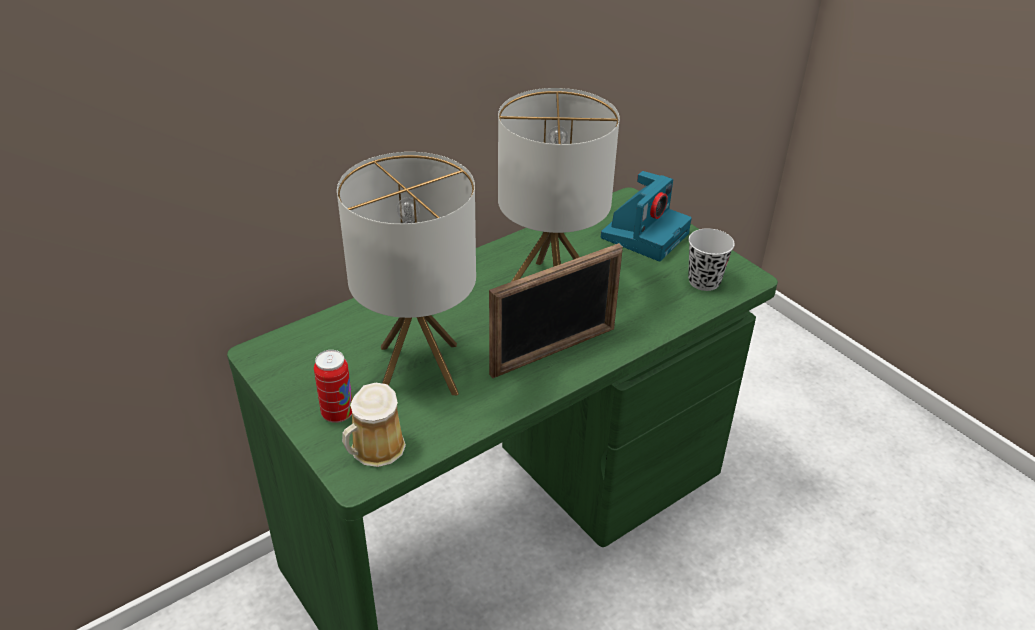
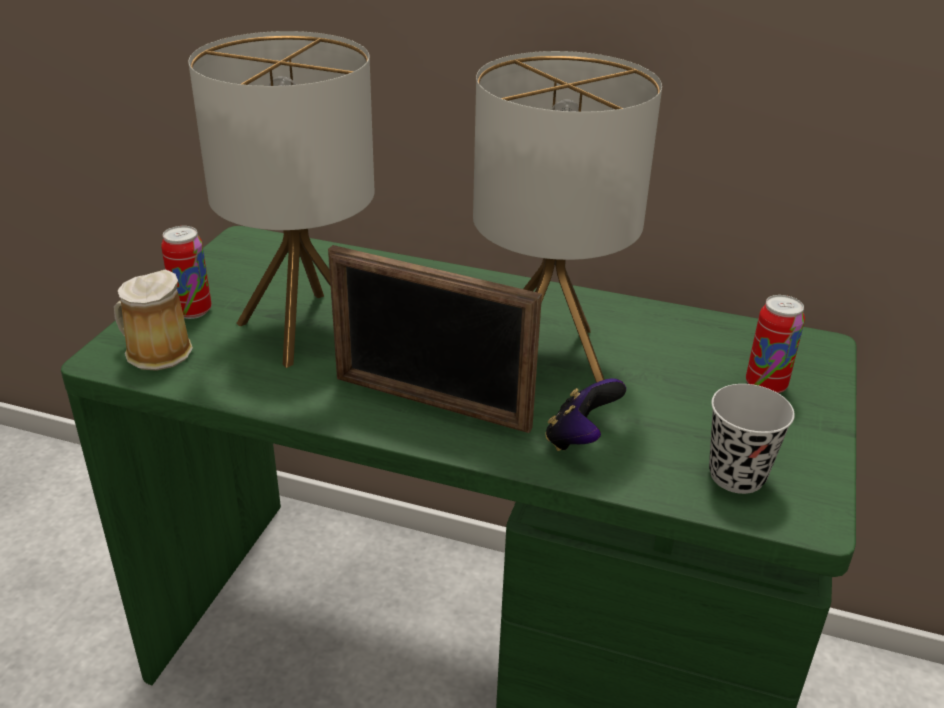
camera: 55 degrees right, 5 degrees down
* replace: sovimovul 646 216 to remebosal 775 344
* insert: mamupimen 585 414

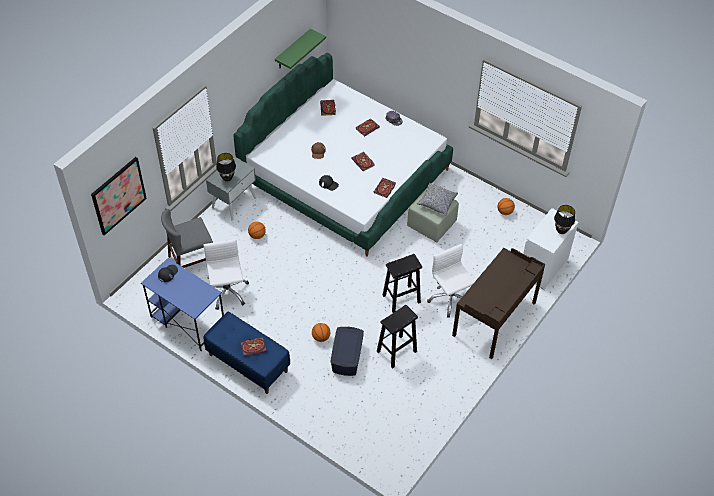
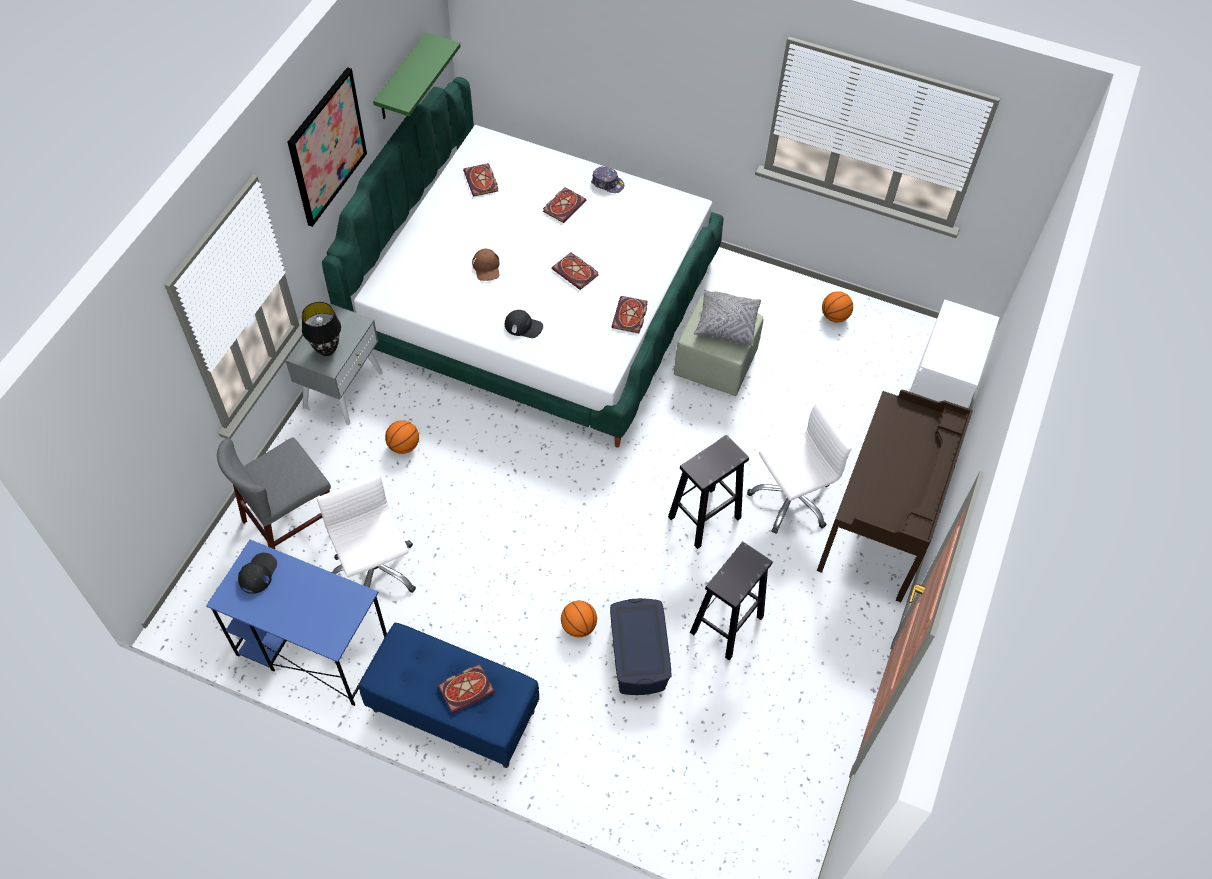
camera: 15 degrees left, 5 degrees up
* move: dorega 119 196 to 327 147
* delete: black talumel 564 219
* rotate: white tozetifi 451 281 = 799 467 105 degrees clockwise

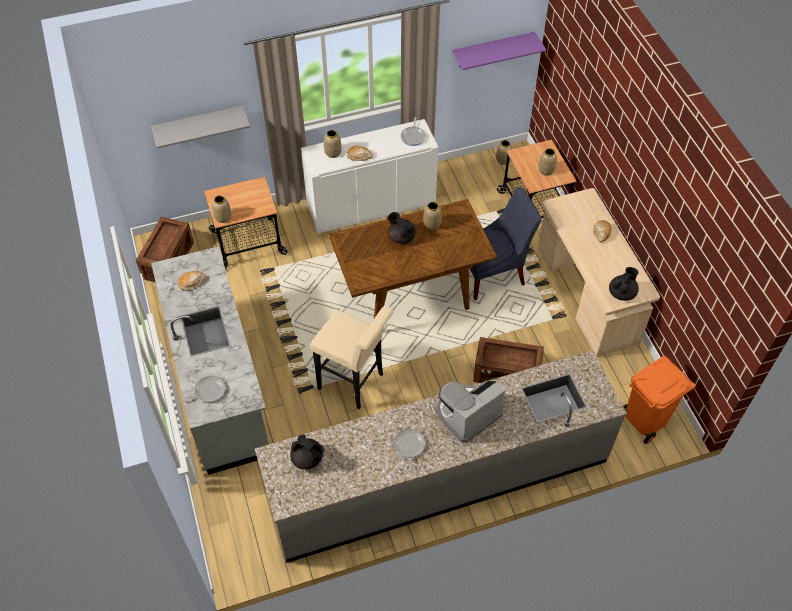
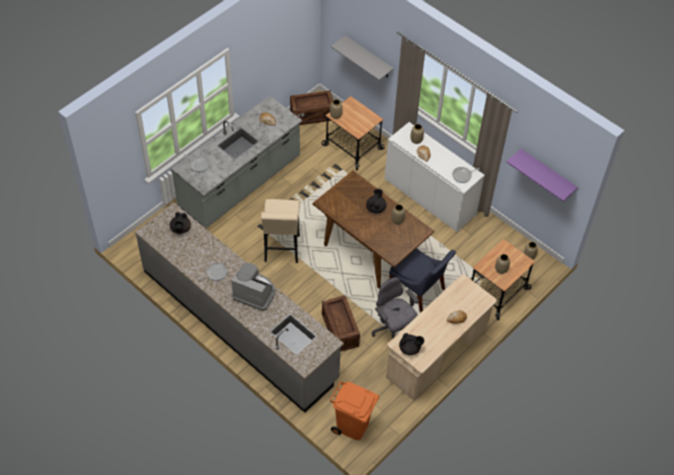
camera: 60 degrees right, 0 degrees up
* insert: grey tozetifi 395 308

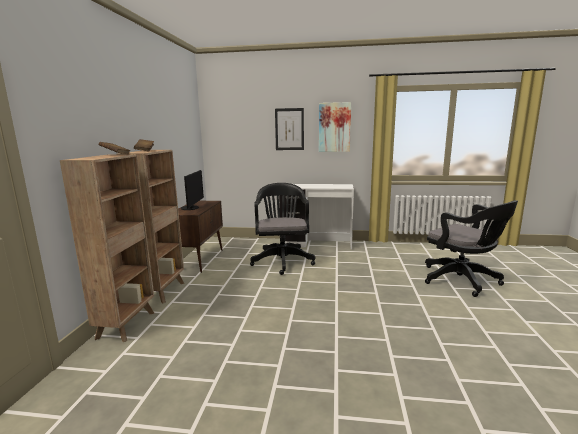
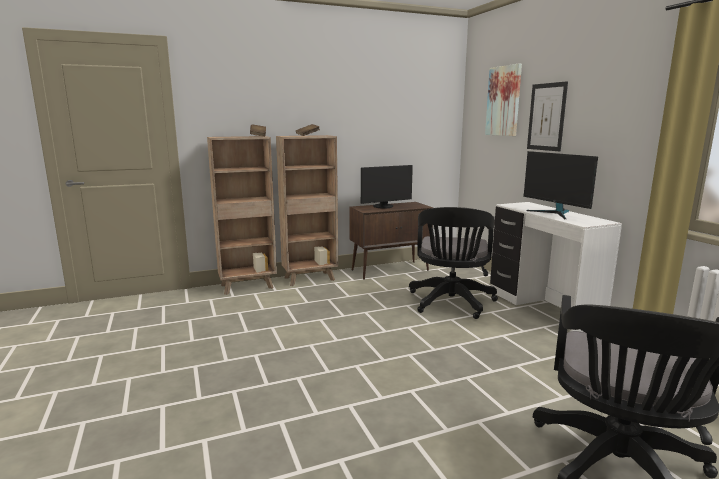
camera: 60 degrees right, 0 degrees up
* move: dorega 335 127 to 503 100
* rotate: black tozetifi 282 229 = 453 263 135 degrees clockwise
* insert: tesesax 560 185

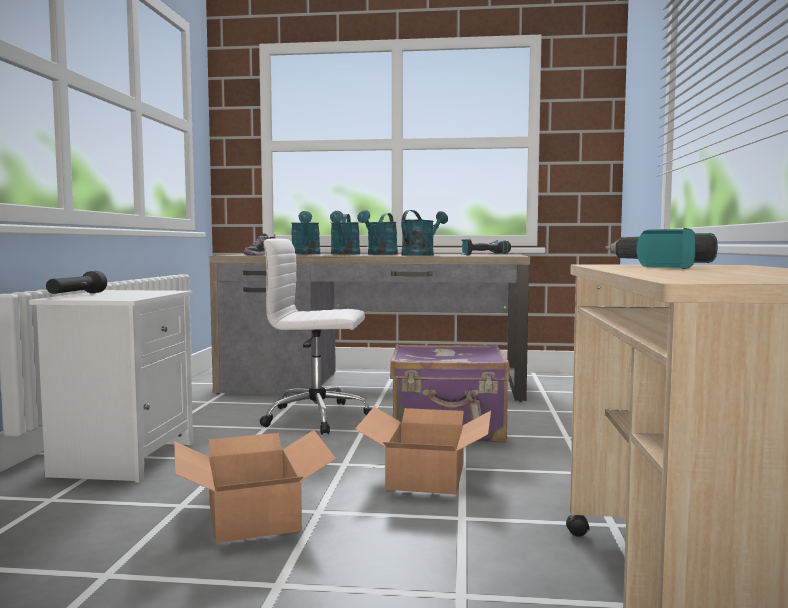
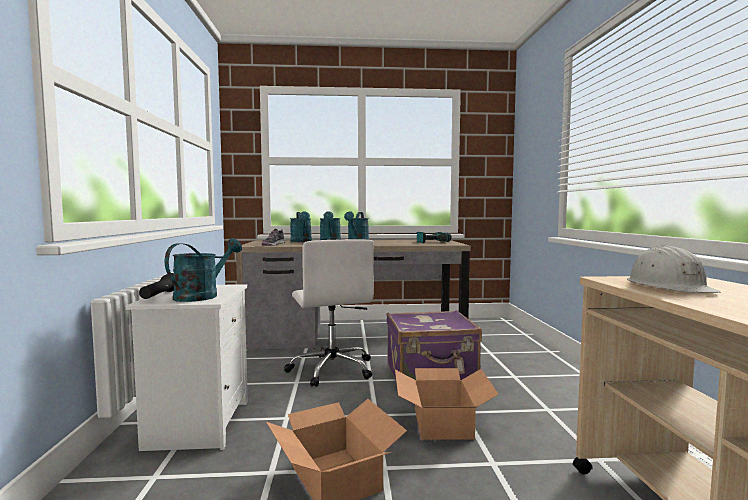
camera: 10 degrees left, 0 degrees up
* move: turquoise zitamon 424 233 to 203 270
* replace: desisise 661 248 to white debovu 673 269
* rotate: white tozetifi 315 336 = 329 313 105 degrees counterclockwise

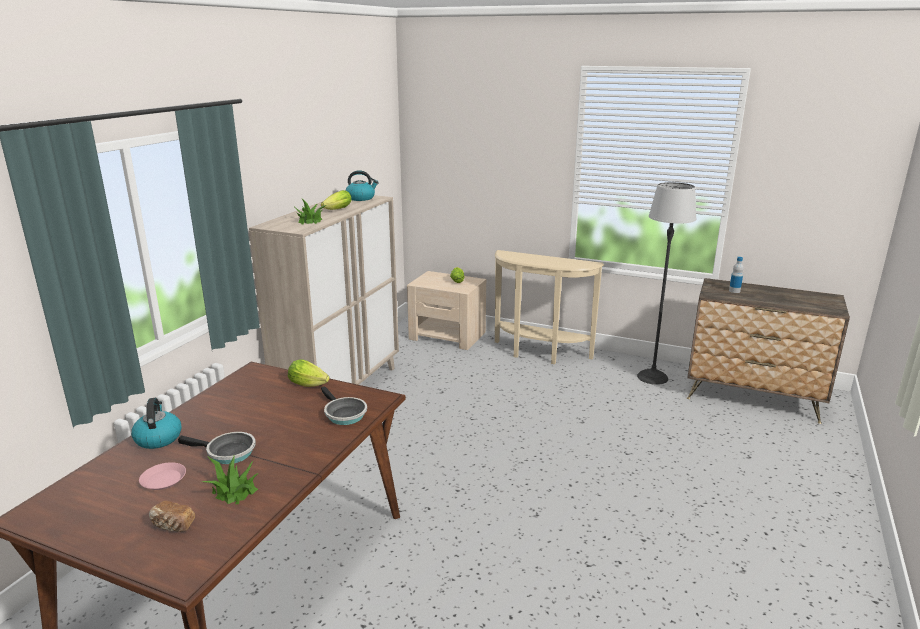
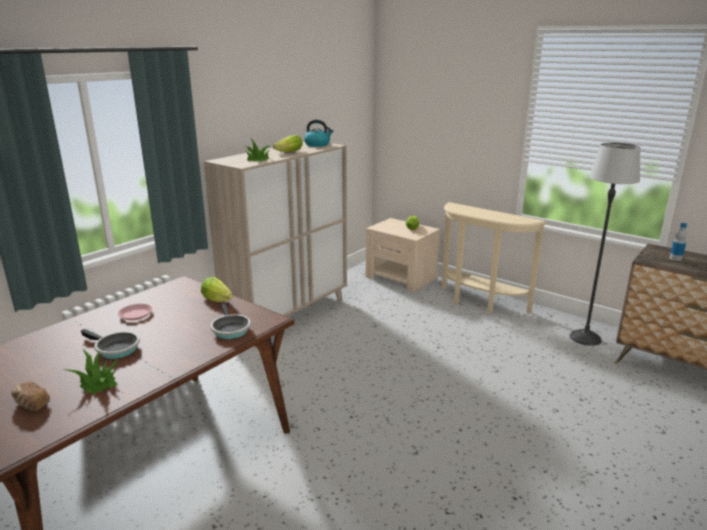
camera: 15 degrees right, 0 degrees up
* delete: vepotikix 156 423
* move: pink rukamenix 162 476 to 135 312

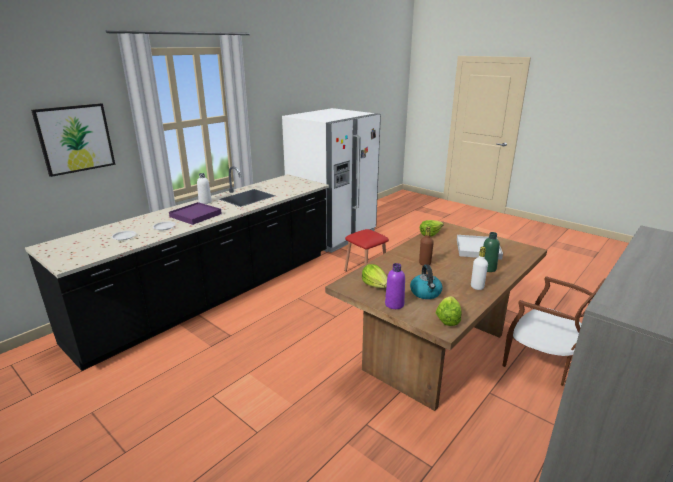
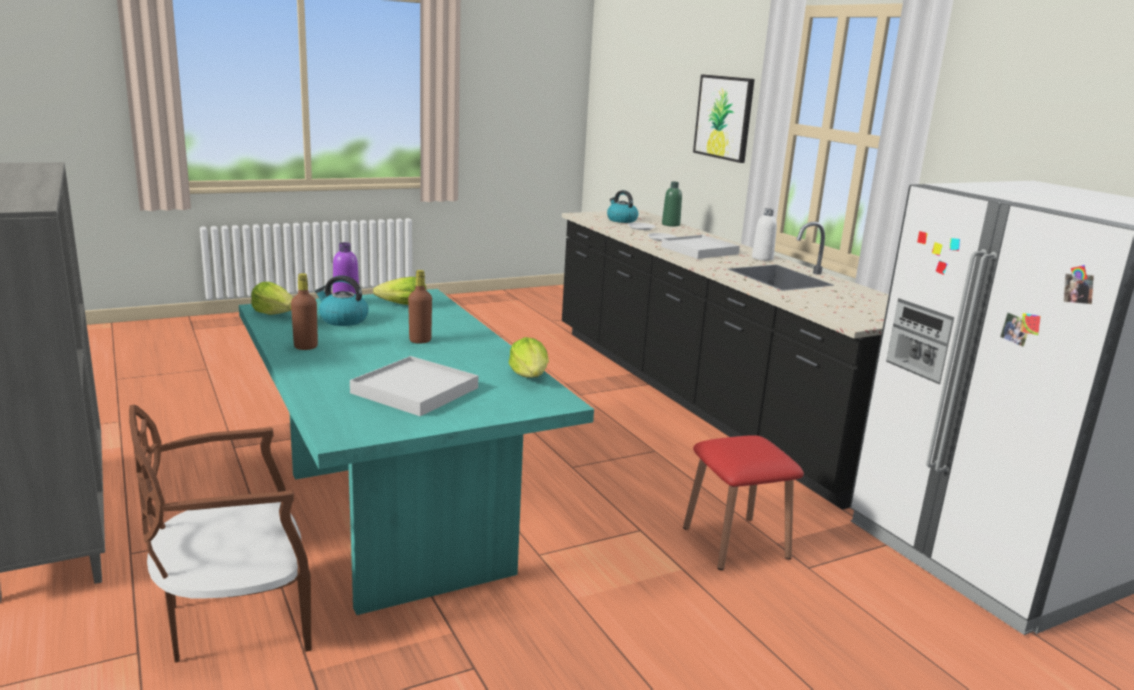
camera: 110 degrees right, 5 degrees down
* recolor: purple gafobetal 195 213 to white gafobetal 700 247
* recolor: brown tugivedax 436 316 to turquoise tugivedax 416 452
* move: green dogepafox 491 252 to 672 204
* recolor: white dogepafox 479 268 to brown dogepafox 304 311
* insert: vepotikix 622 206

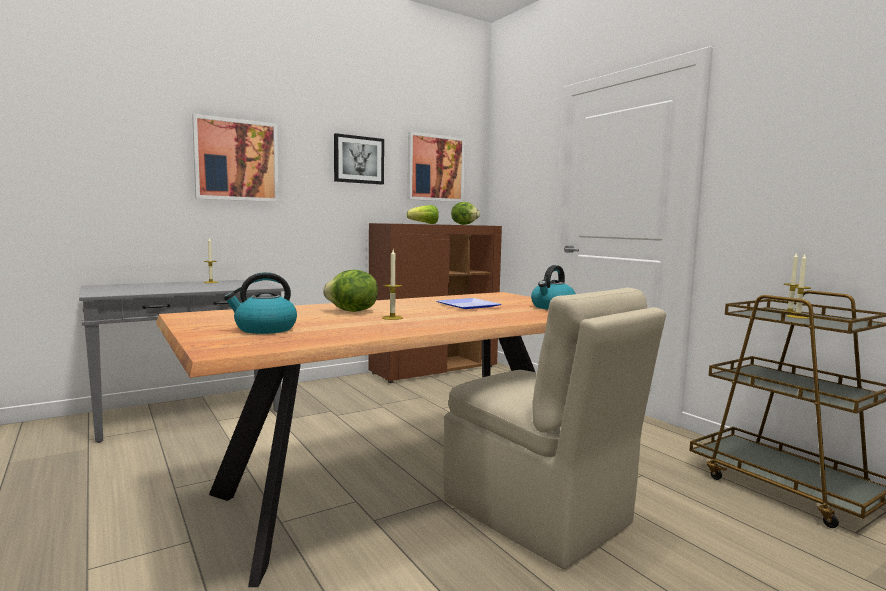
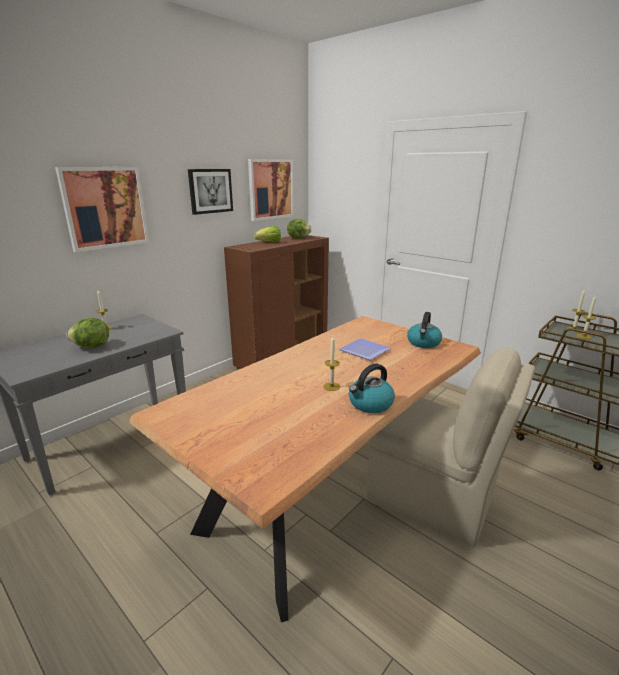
camera: 15 degrees left, 15 degrees up
* move: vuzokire 350 291 to 87 333
* move: vepotikix 260 303 to 372 388

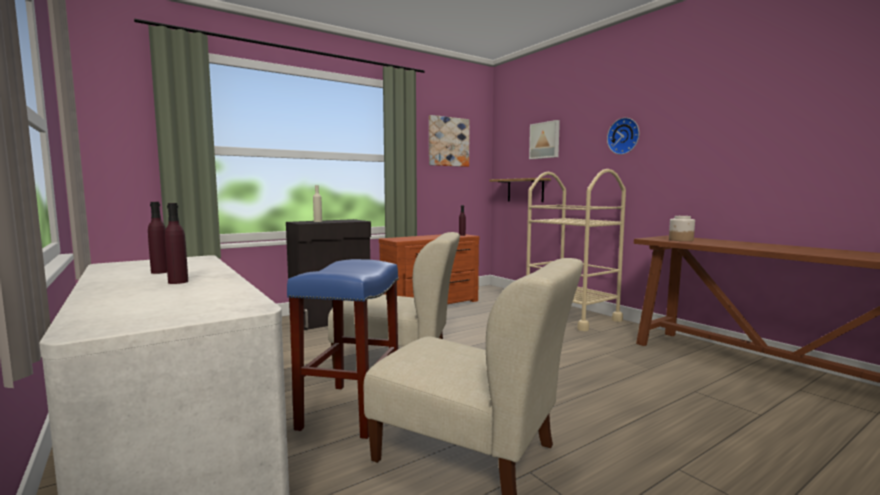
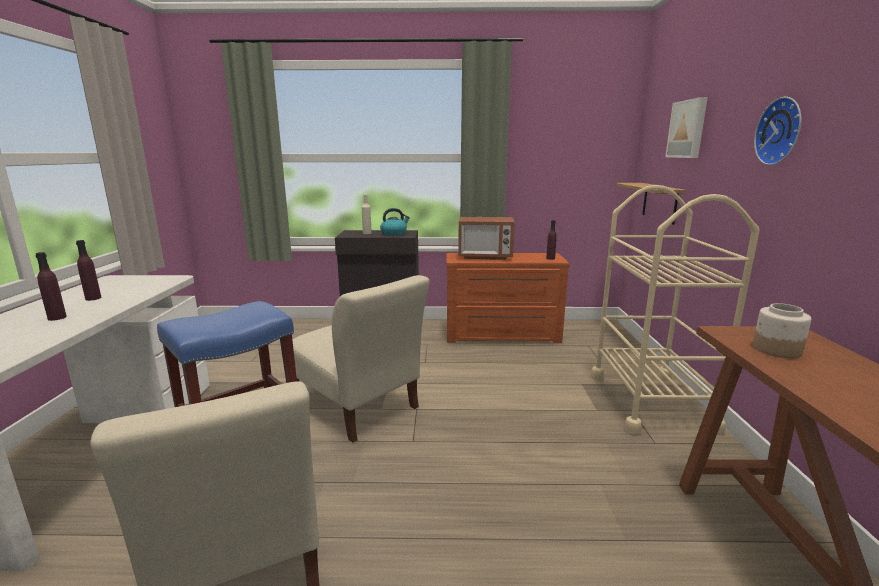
camera: 35 degrees right, 10 degrees up
* delete: dorega 449 141
* insert: vepotikix 395 221
* insert: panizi 486 238

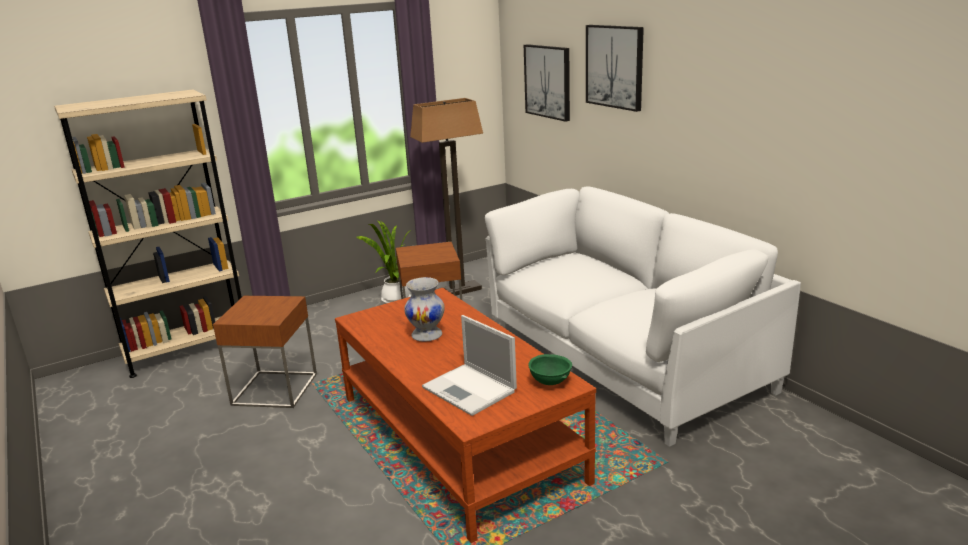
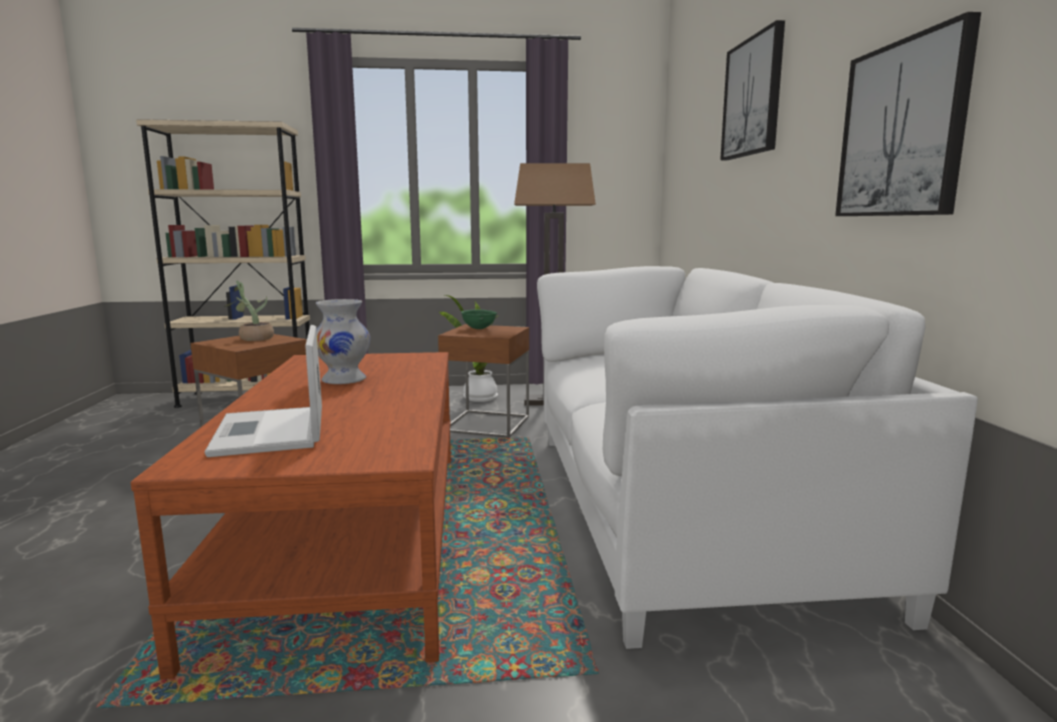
camera: 25 degrees right, 10 degrees down
* move: dorega 547 83 to 908 114
* move: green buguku 550 369 to 479 319
* insert: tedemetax 249 311

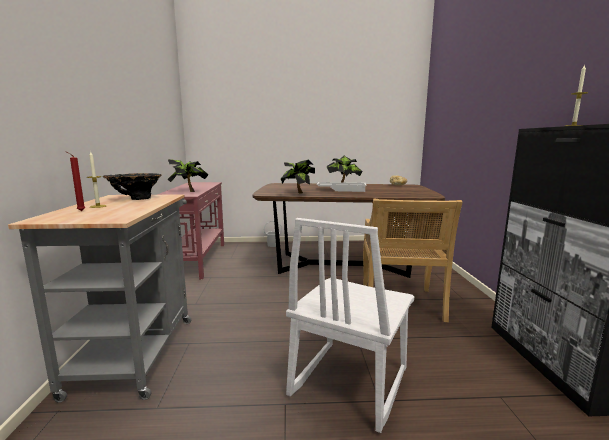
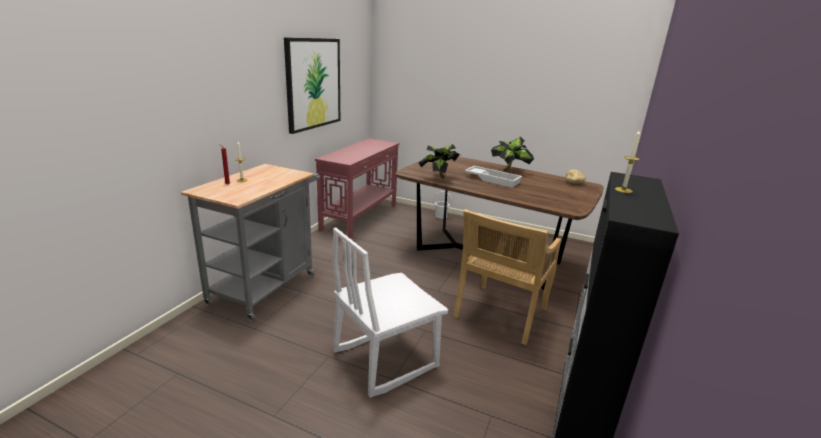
camera: 25 degrees right, 10 degrees up
* delete: tedemetax 188 175
* delete: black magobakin 132 186
* insert: dorega 312 86

